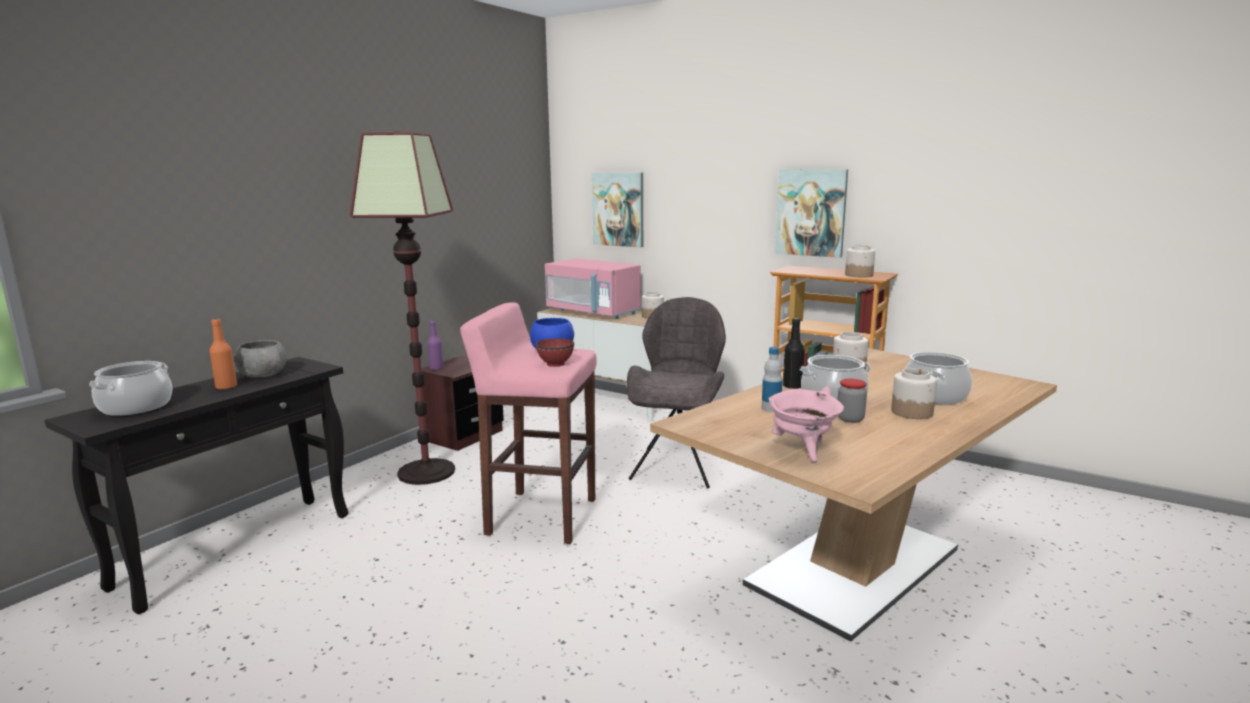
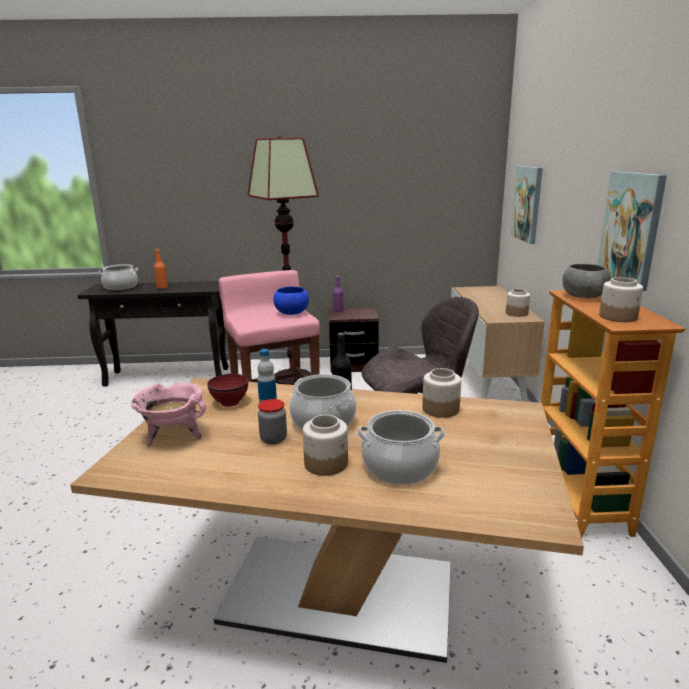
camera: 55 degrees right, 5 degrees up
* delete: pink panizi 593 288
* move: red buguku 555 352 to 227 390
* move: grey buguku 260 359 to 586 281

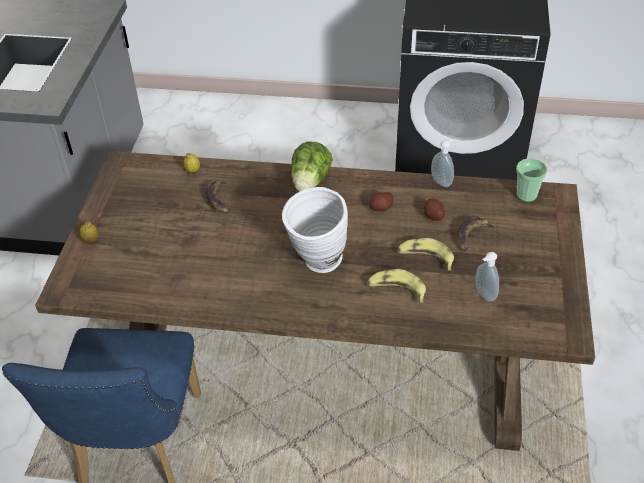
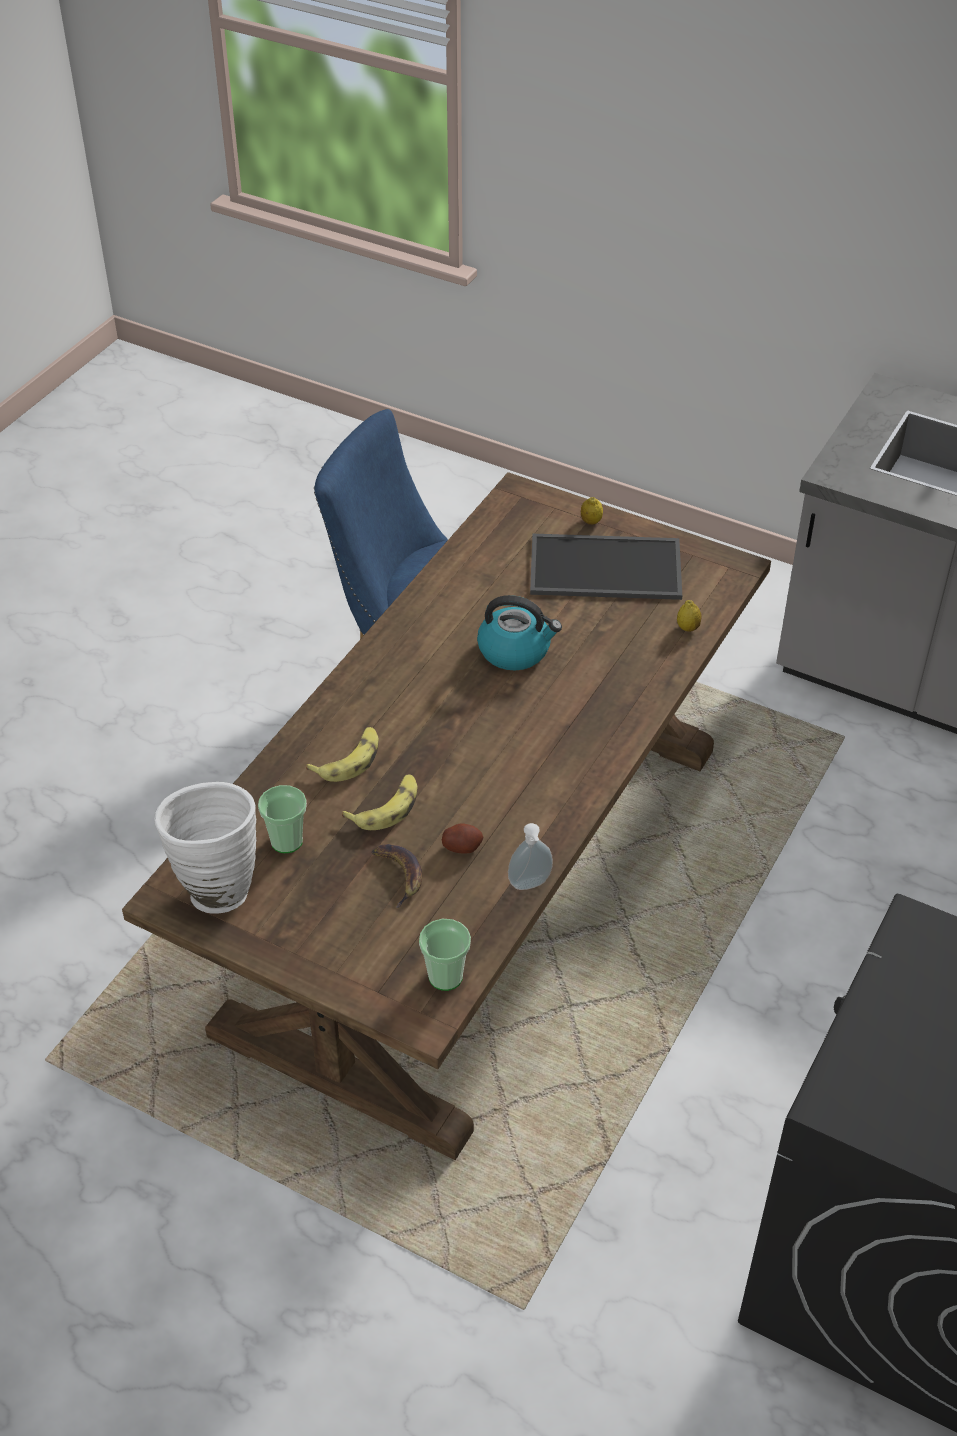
camera: 110 degrees right, 0 degrees up
* delete: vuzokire 312 166
* delete: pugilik 218 196
* move: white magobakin 315 230 to 205 848
* delete: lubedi 381 201
* replace: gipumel 487 277 to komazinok 282 819
* insert: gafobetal 606 567
* insert: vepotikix 519 632

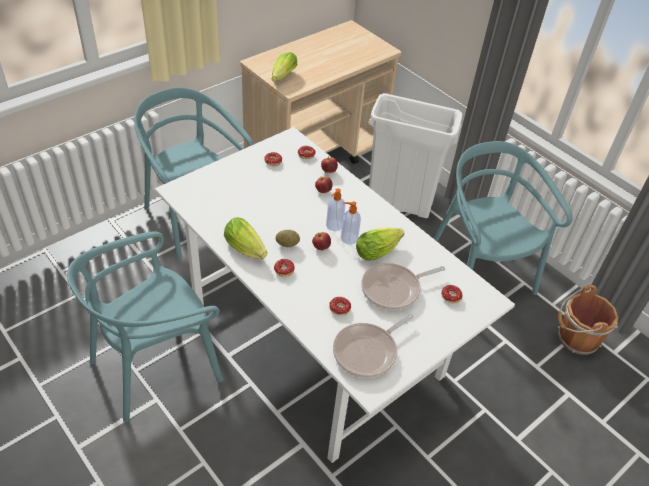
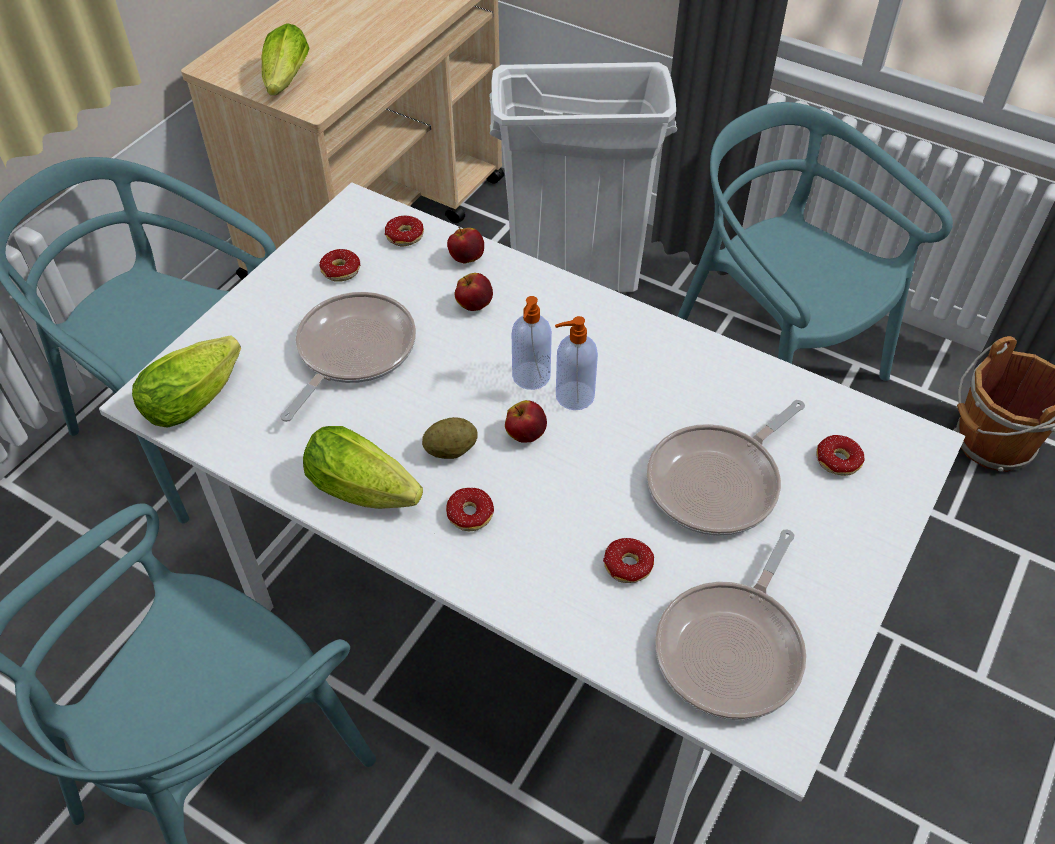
camera: 15 degrees left, 5 degrees up
* move: vuzokire 380 243 to 186 381
* insert: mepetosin 348 357

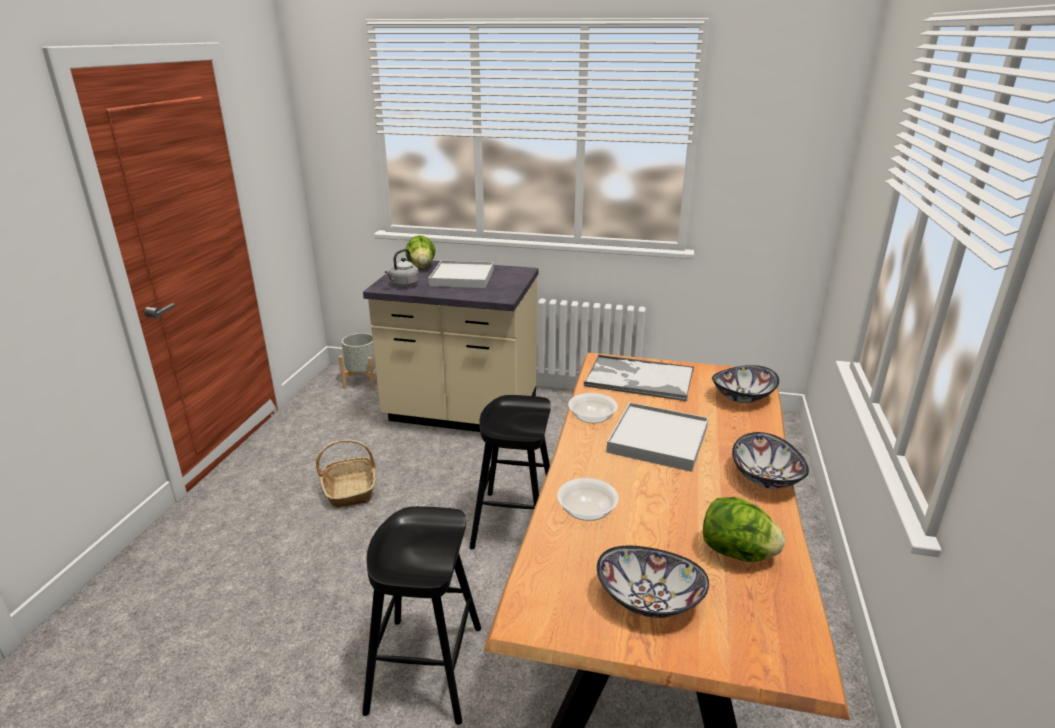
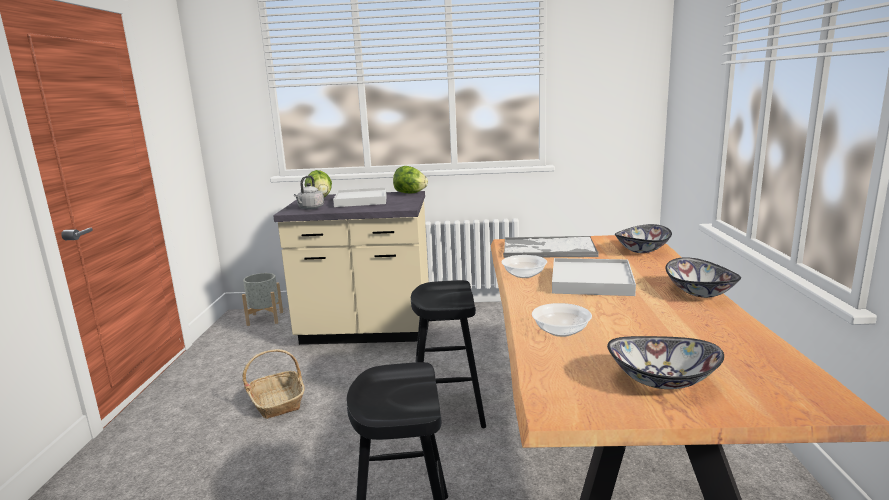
camera: 10 degrees left, 10 degrees down
* move: vuzokire 744 529 to 410 179

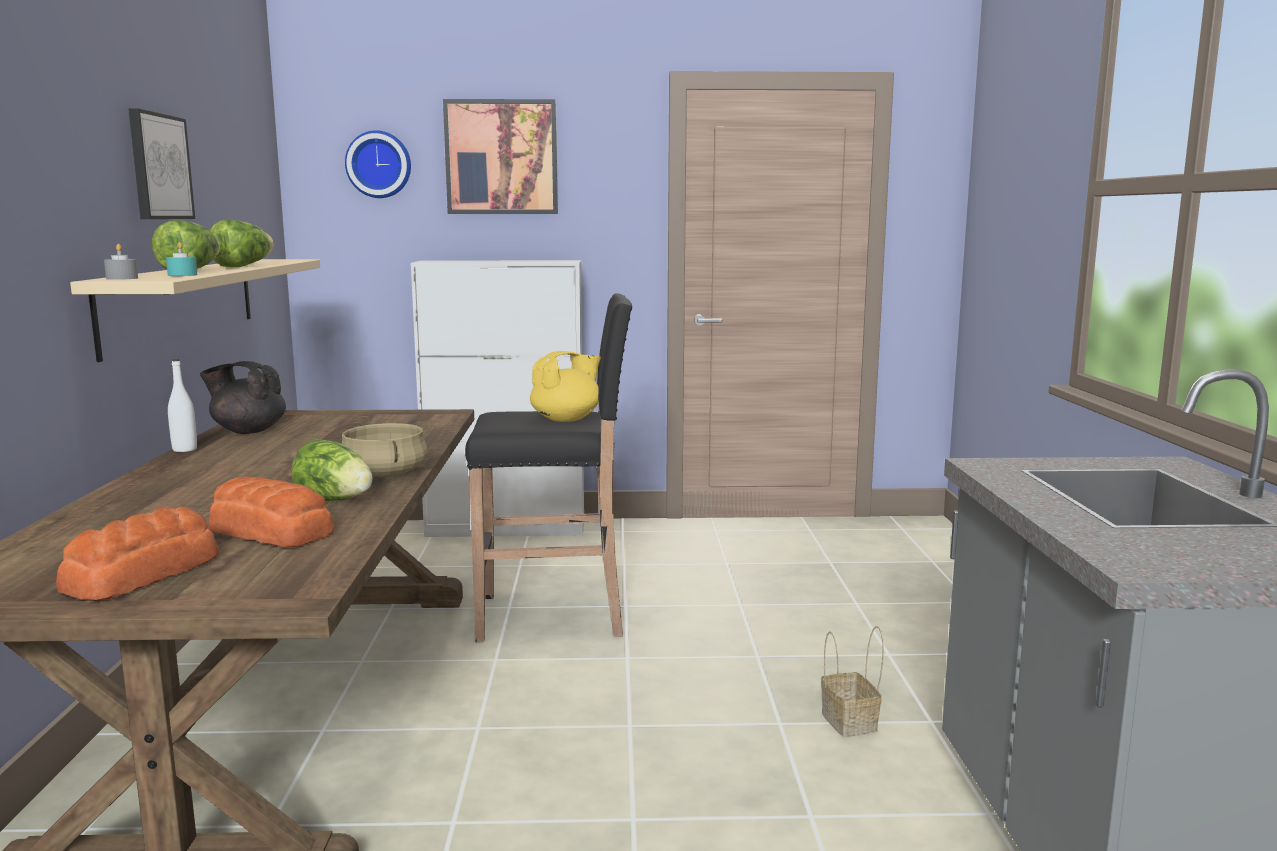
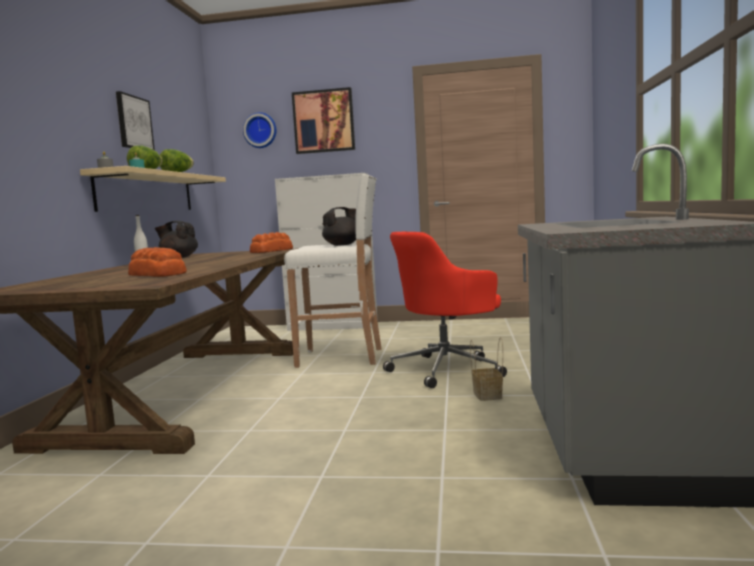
camera: 10 degrees right, 5 degrees down
* recolor: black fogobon 548 467 to white fogobon 332 271
* recolor: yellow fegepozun 565 386 to black fegepozun 339 226
* delete: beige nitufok 385 450
* delete: vuzokire 332 470
* move: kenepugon 137 554 to 271 242
* insert: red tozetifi 445 310

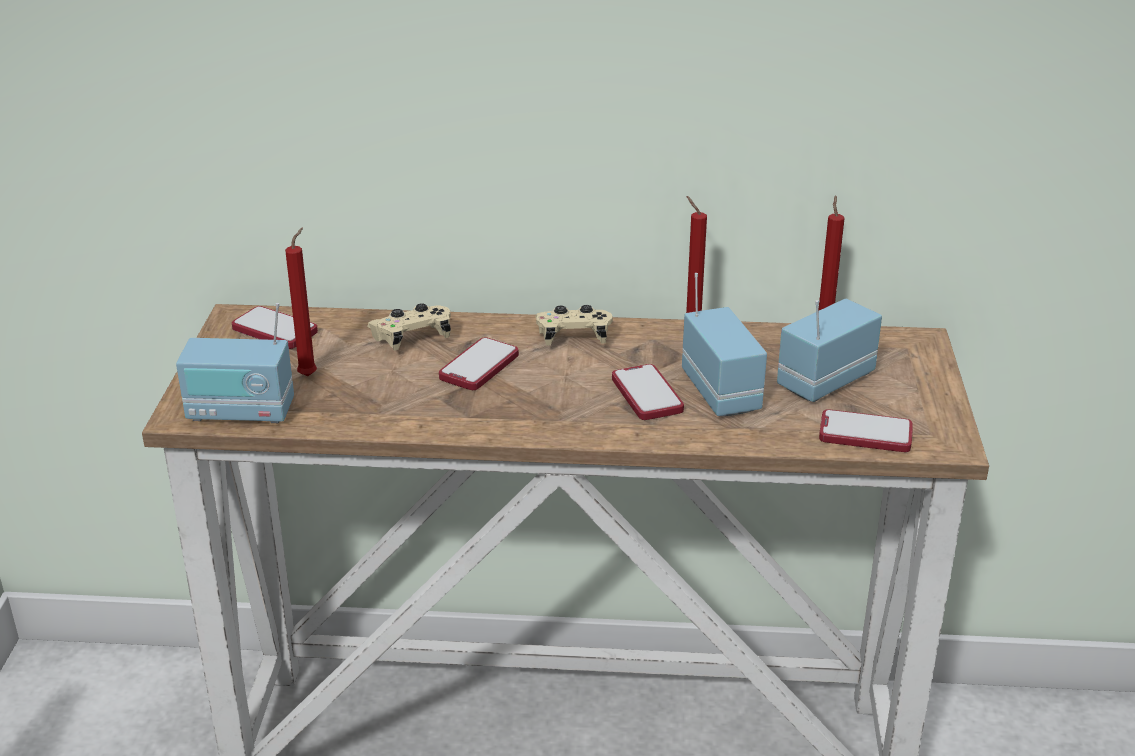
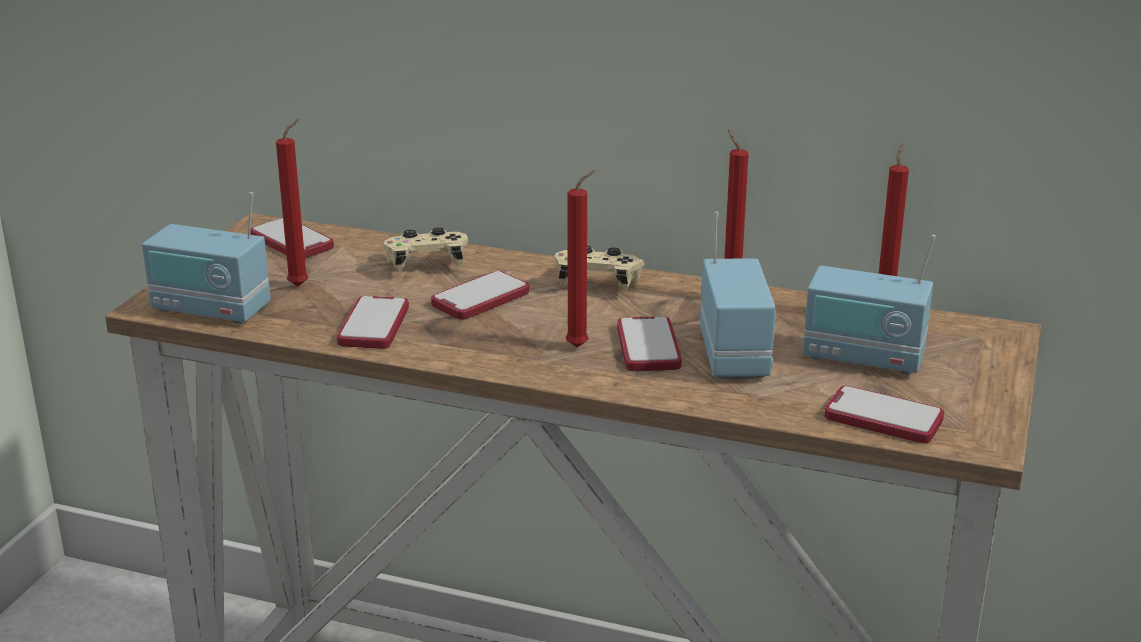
camera: 15 degrees right, 5 degrees down
* rotate: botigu 829 350 = 869 305 135 degrees counterclockwise
* insert: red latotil 581 258
* insert: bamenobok 373 322

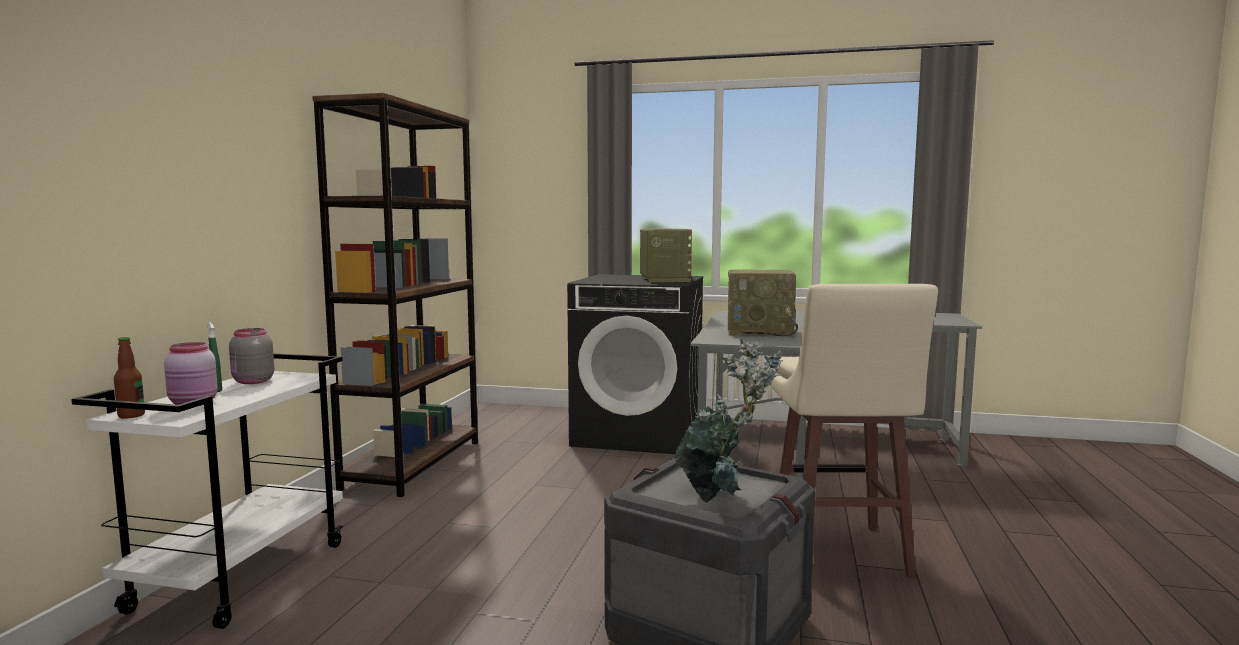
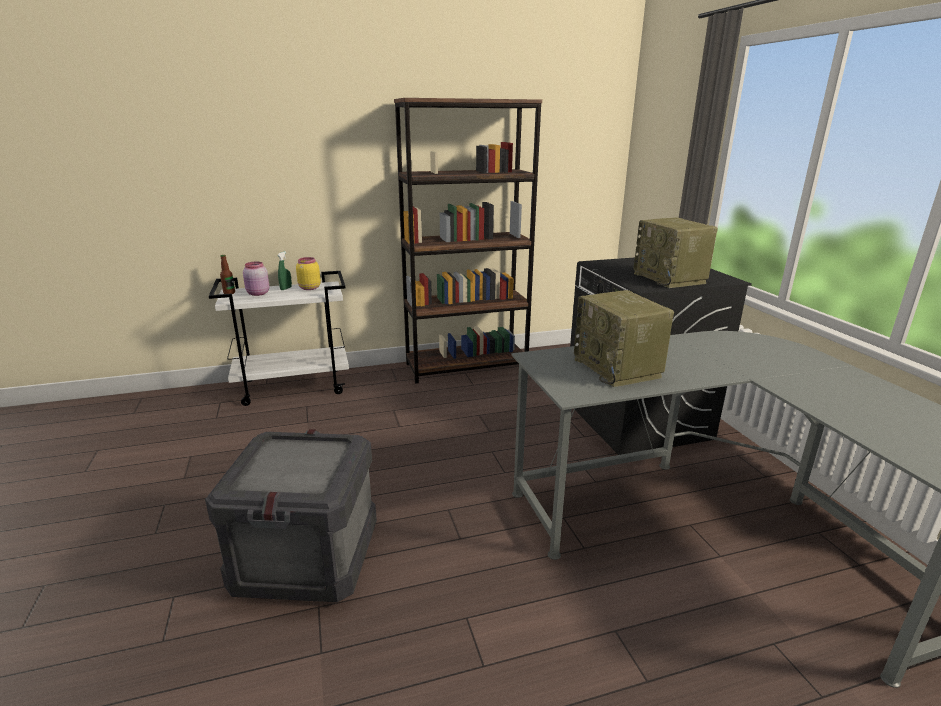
camera: 60 degrees right, 15 degrees up
* rotate: botigu 666 255 = 675 252 105 degrees clockwise
* delete: beige fogobon 854 431
* recolor: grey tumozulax 251 356 to yellow tumozulax 308 273
* delete: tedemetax 728 421

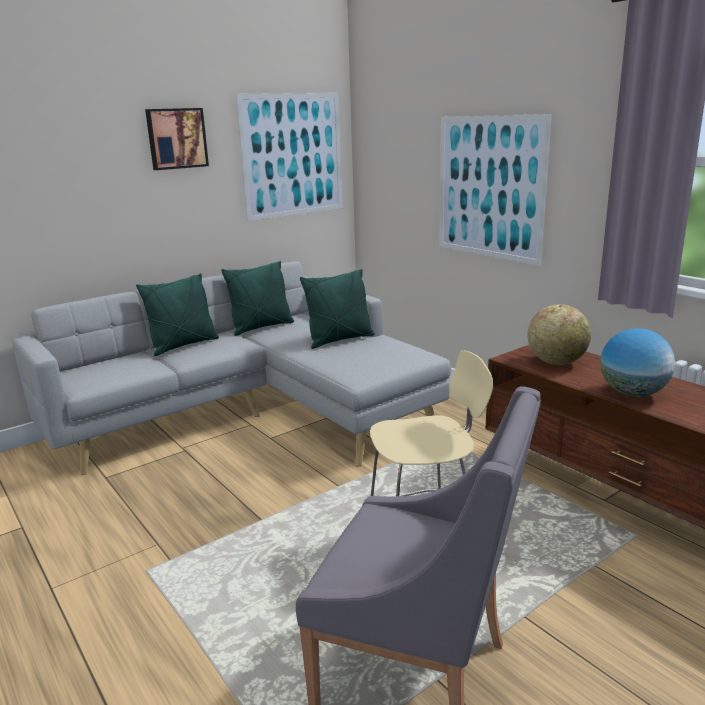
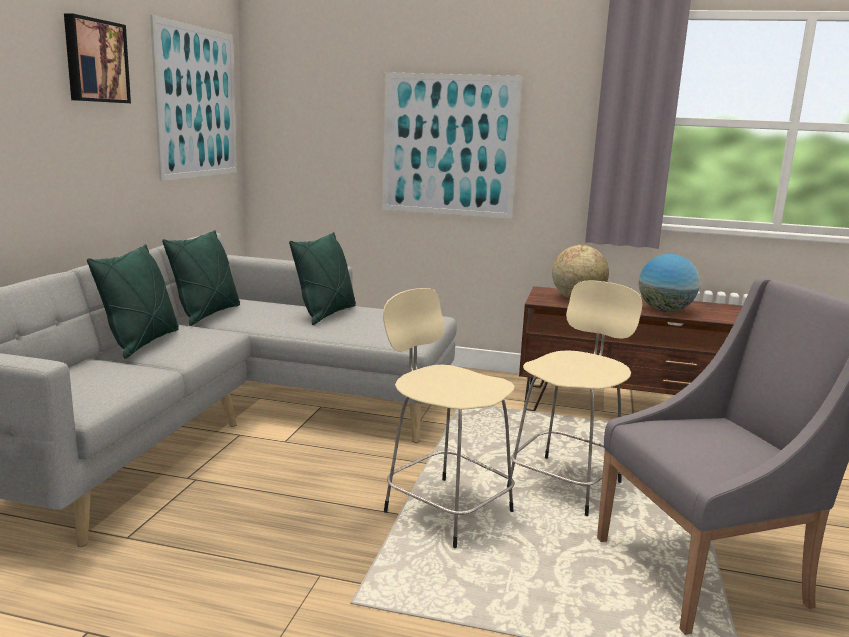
camera: 40 degrees left, 5 degrees down
* insert: beige fogobon 449 418

